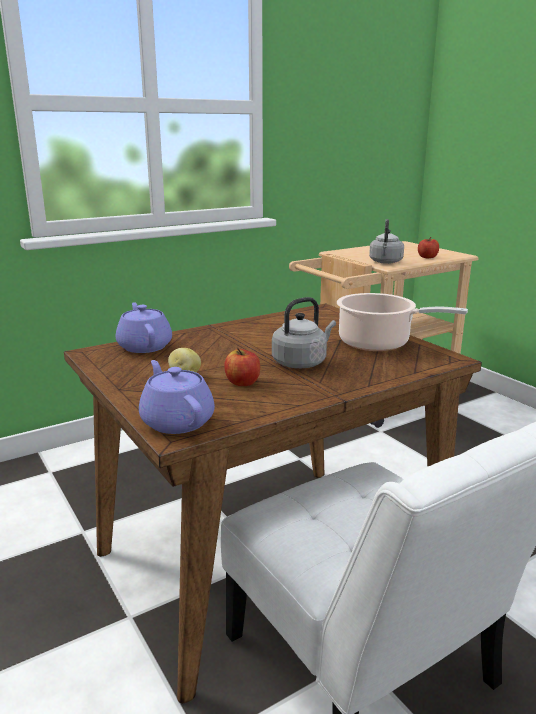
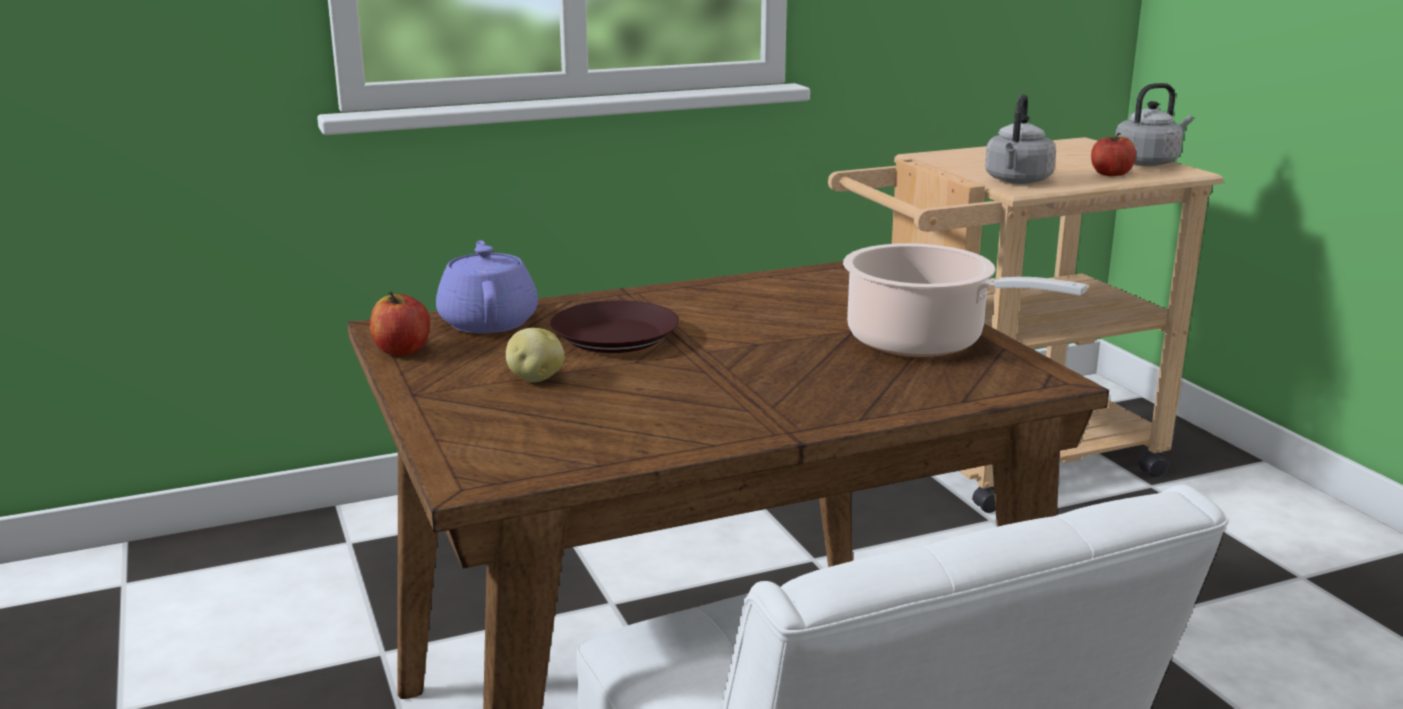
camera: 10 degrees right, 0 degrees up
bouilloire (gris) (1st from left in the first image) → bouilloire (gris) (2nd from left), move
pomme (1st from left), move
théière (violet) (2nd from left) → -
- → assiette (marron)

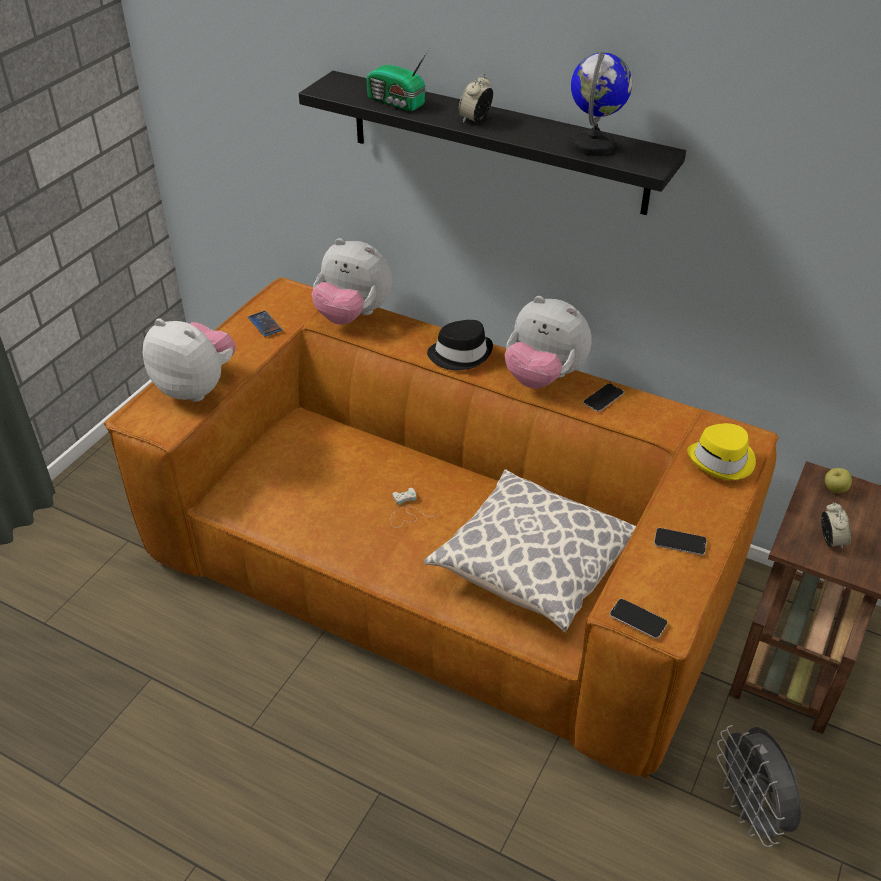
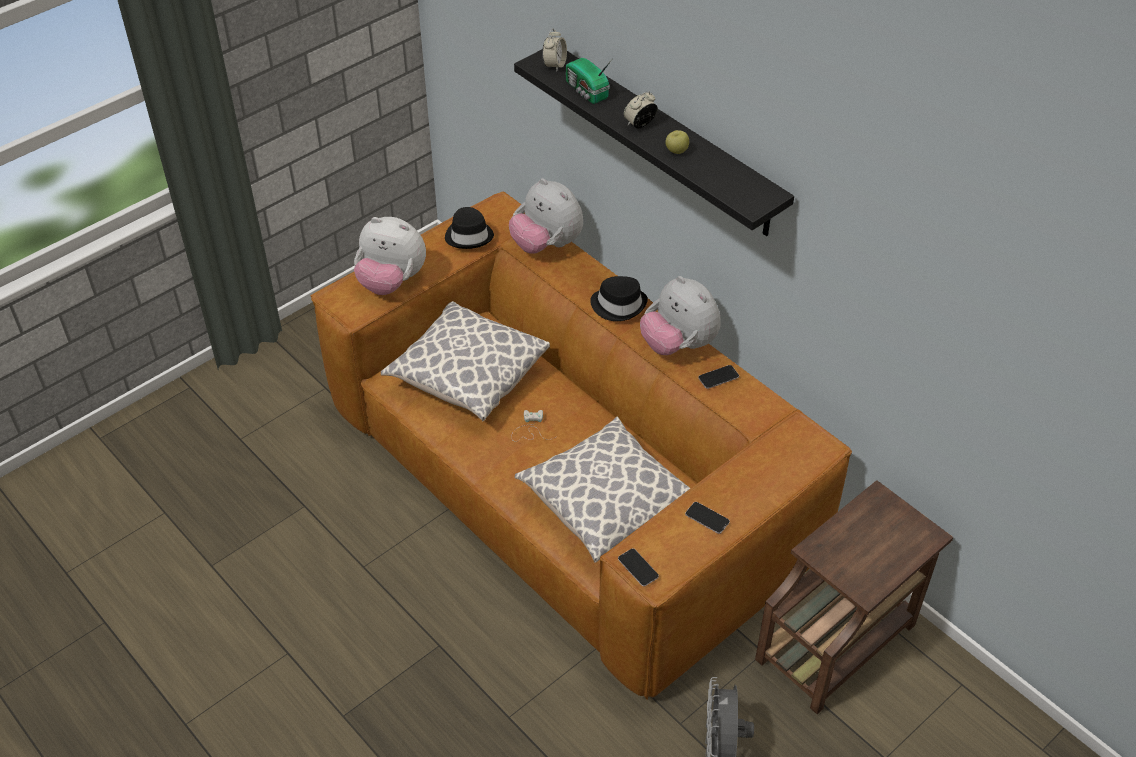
camera: 20 degrees right, 5 degrees up
globe → -
téléphone (1st from left) → chapeau (noir) (1st from left)
peluche (1st from left), 150 degrees clockwise
chapeau (jaune) → -
pomme, move
réveil (2nd from left in the first image) → réveil (1st from left), move
- → coussin (1st from left)

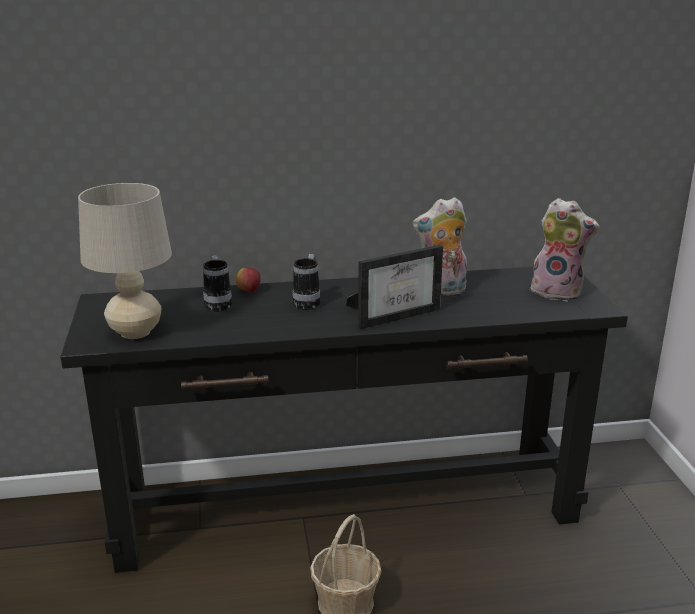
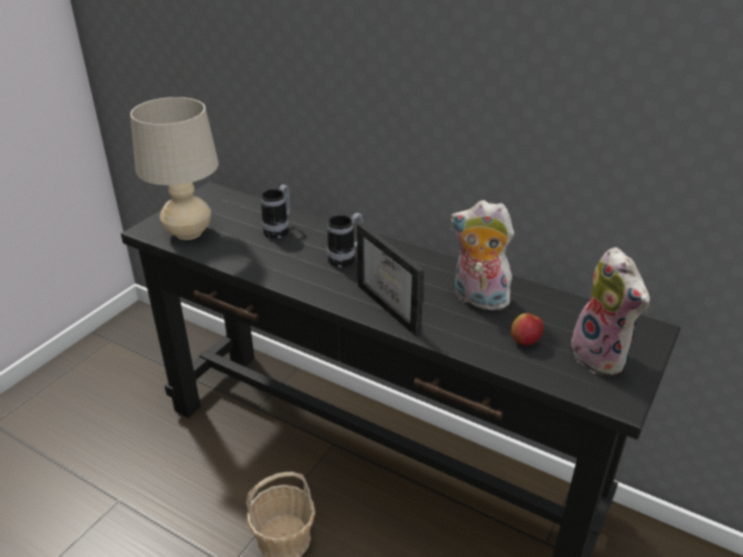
camera: 40 degrees right, 10 degrees up
cadre photo, 45 degrees clockwise
pomme, move

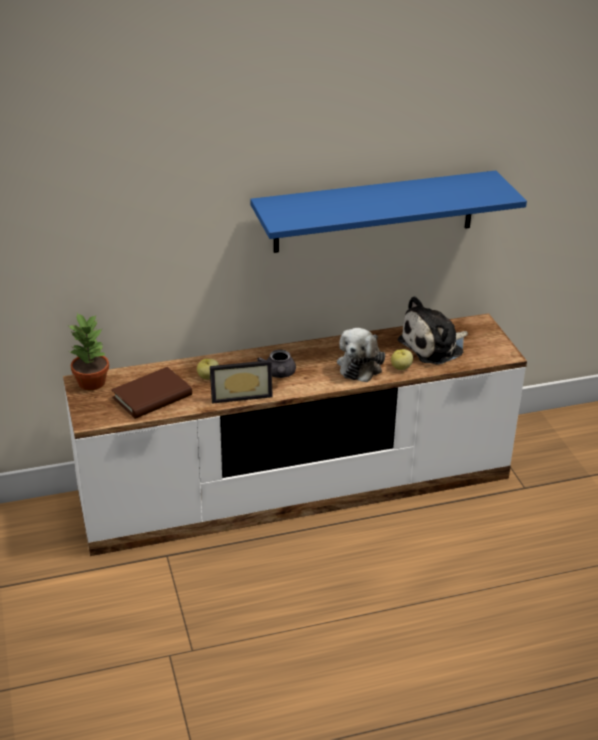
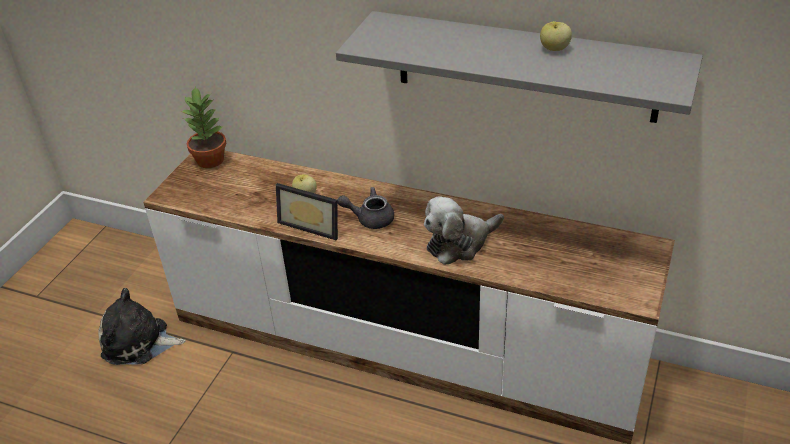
camera: 40 degrees right, 5 degrees up
étagère (bleu) → étagère (gris)
peluche (2nd from left in the first image) → peluche (1st from left), move
pomme (2nd from left), move
théière (gris), 60 degrees clockwise
livre (marron) → -

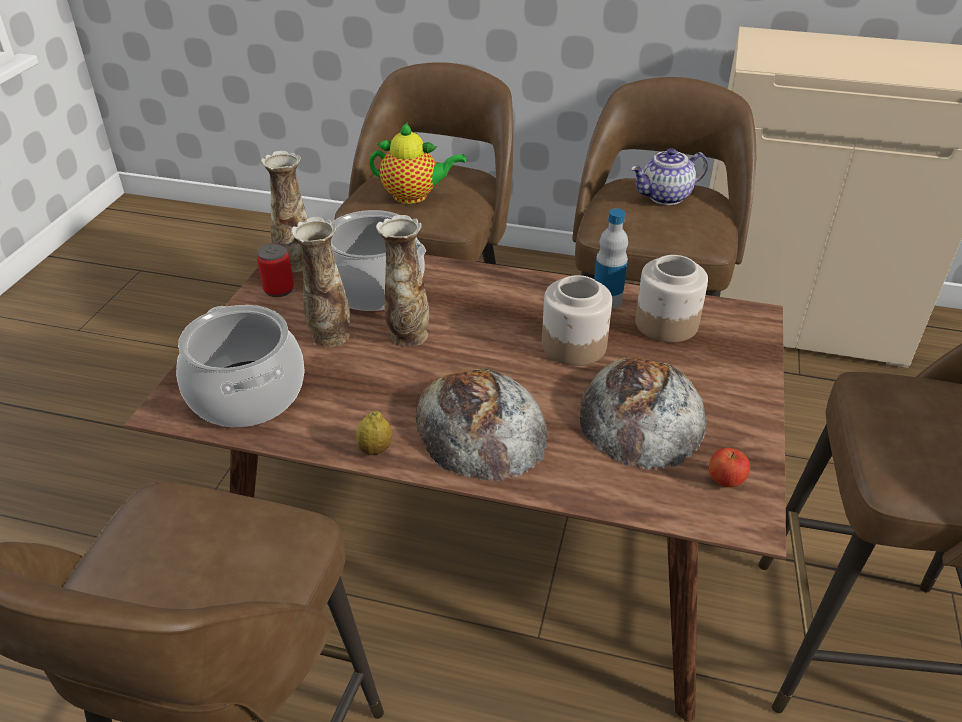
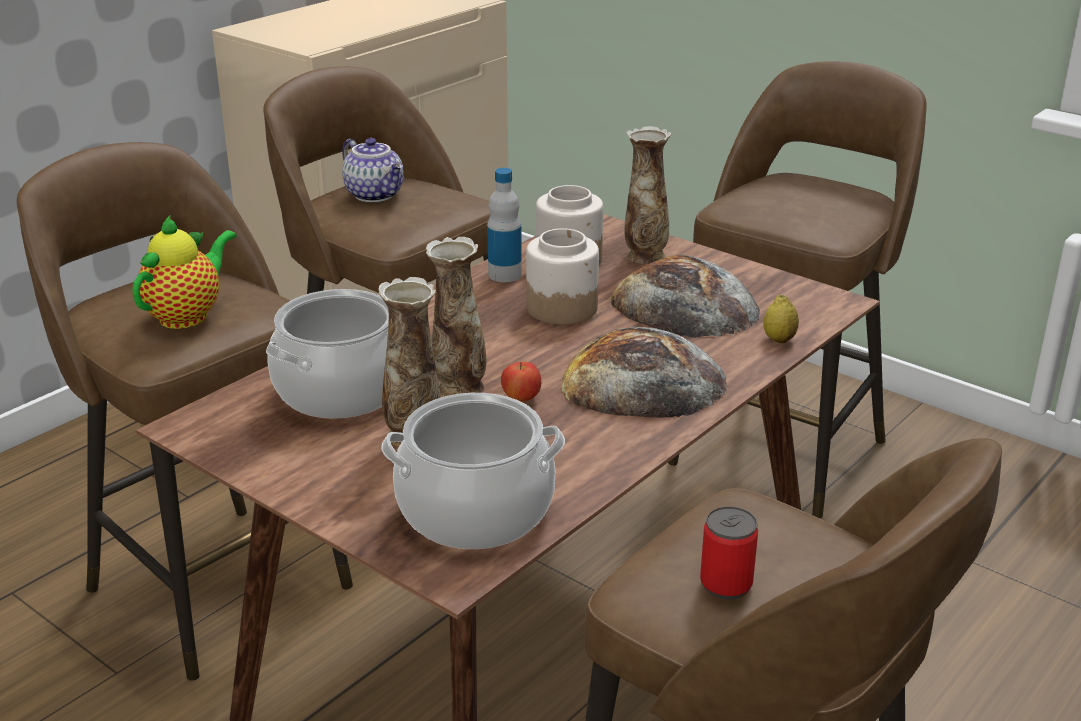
camera: 65 degrees left, 10 degrees down
théière (2nd from left), 45 degrees counterclockwise
vase (1st from left in the first image) → vase (3rd from left), move
boîte métallique, move
citron, move
pomme, move

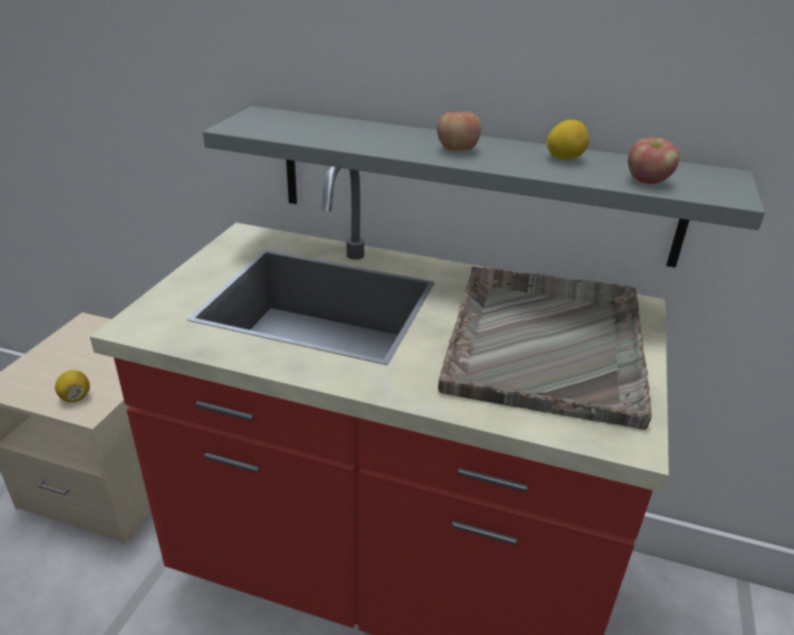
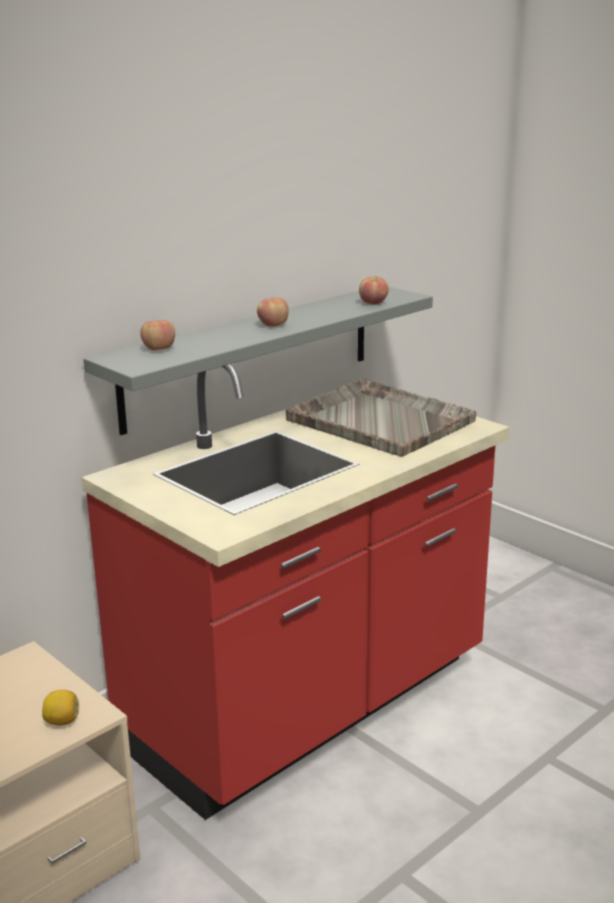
camera: 60 degrees left, 10 degrees down
citron (2nd from left) → -
- → pomme (1st from left)

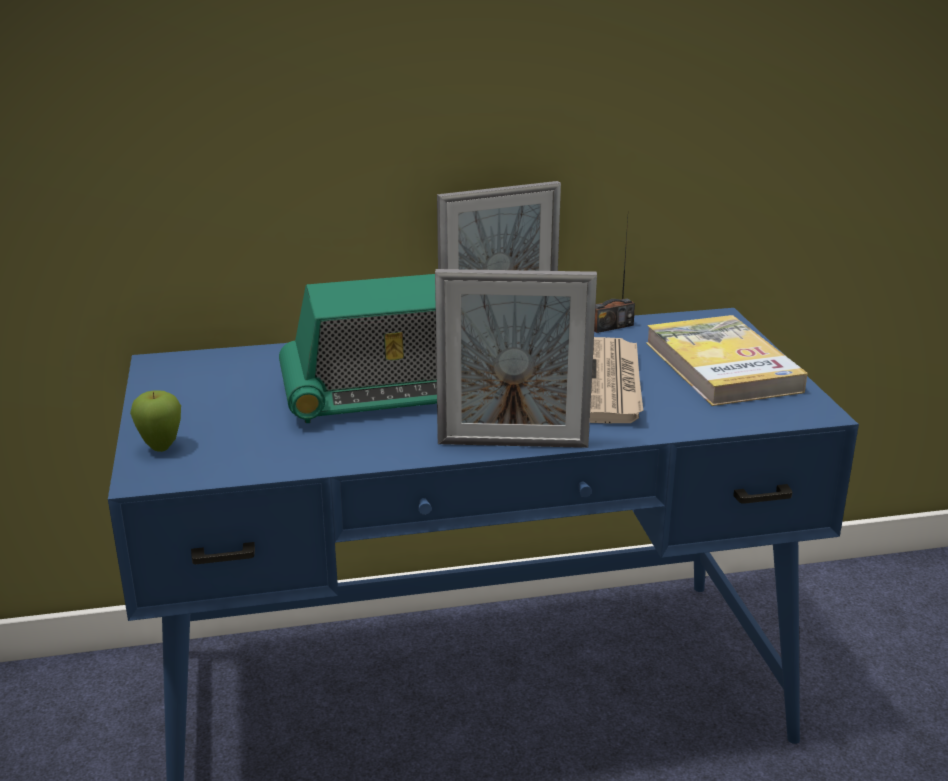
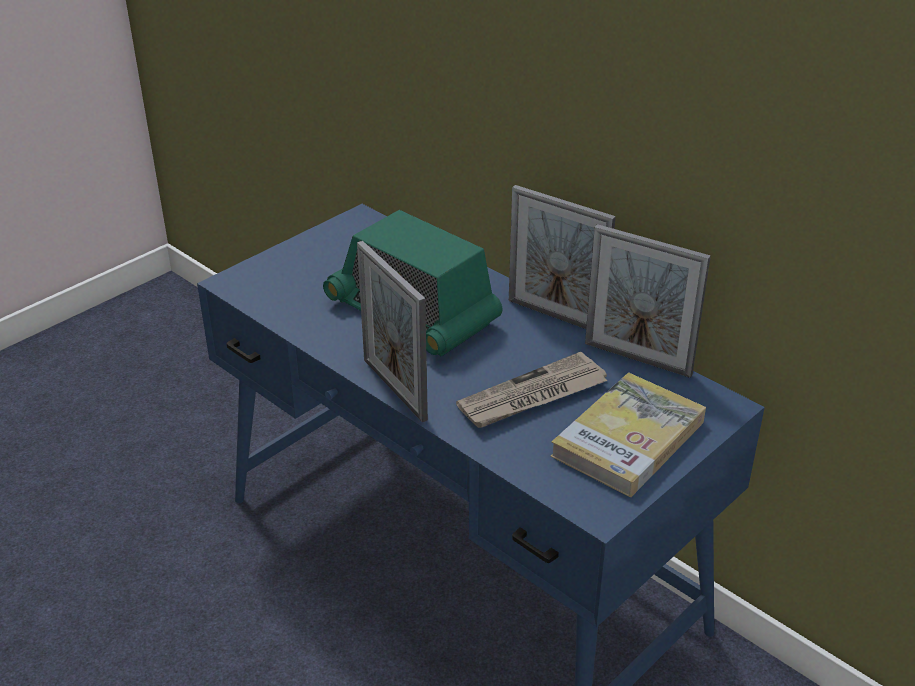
camera: 55 degrees right, 10 degrees up
radio (2nd from left) → cadre photo (3rd from left)
pomme → -

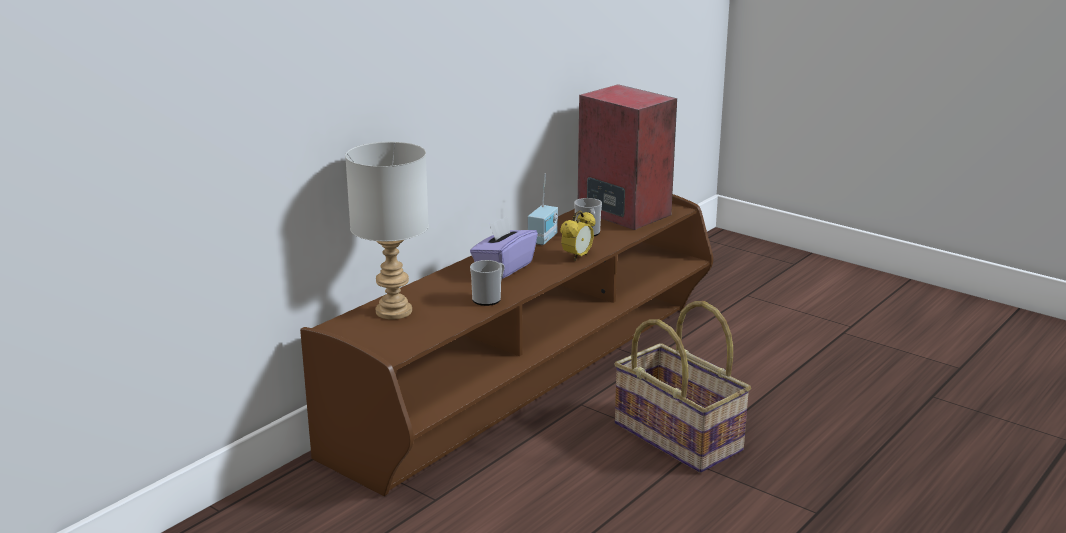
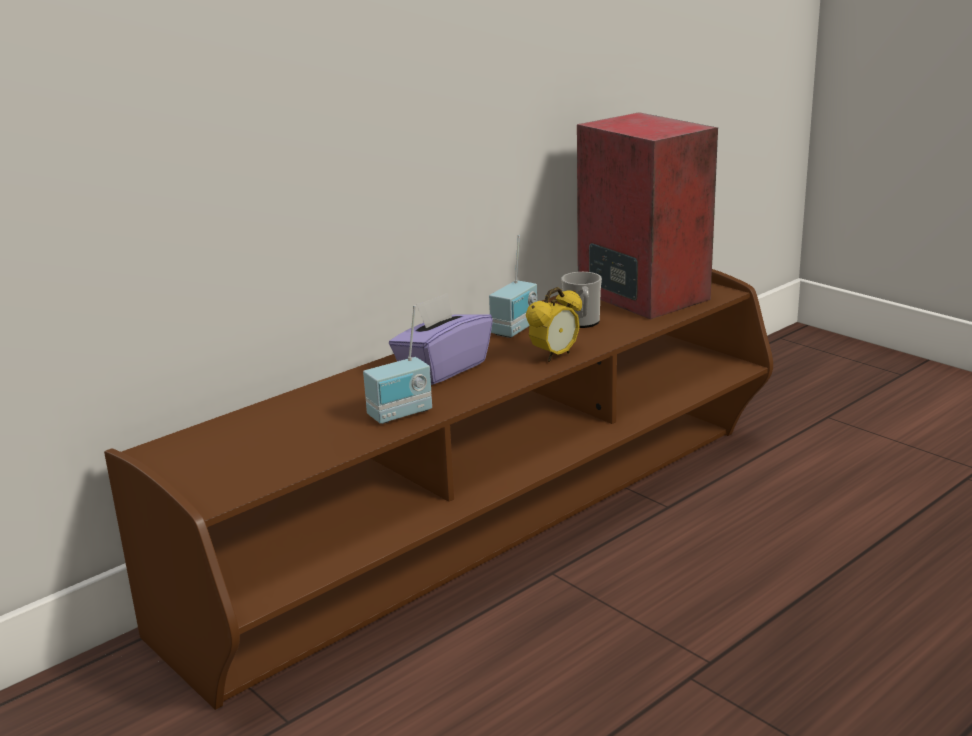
camera: 10 degrees right, 0 degrees up
lampe de table (gris) → -
mug (1st from left) → radio (1st from left)
panier → -

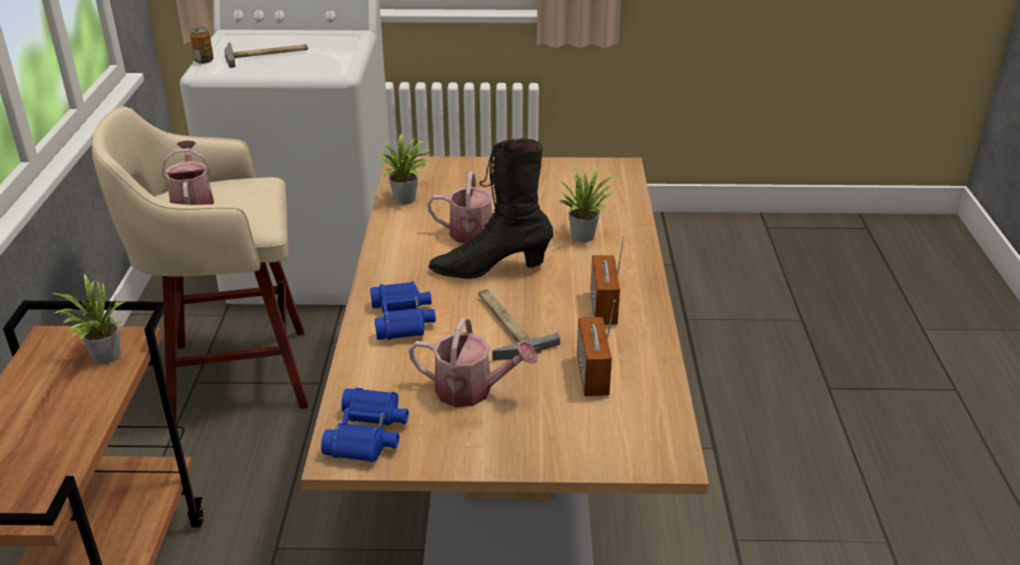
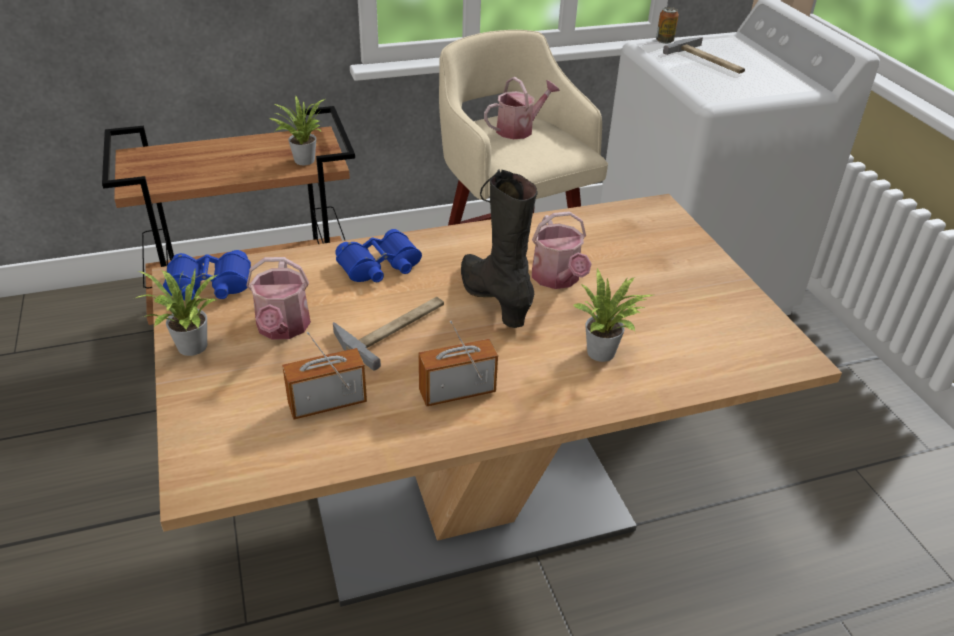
camera: 70 degrees right, 5 degrees up
plante en pot (2nd from left in the first image) → plante en pot (1st from left), move

